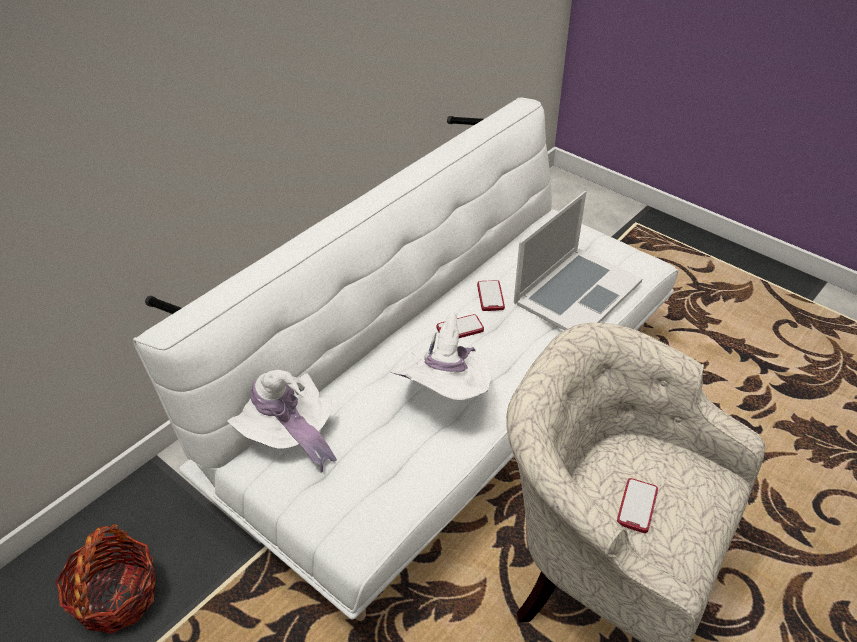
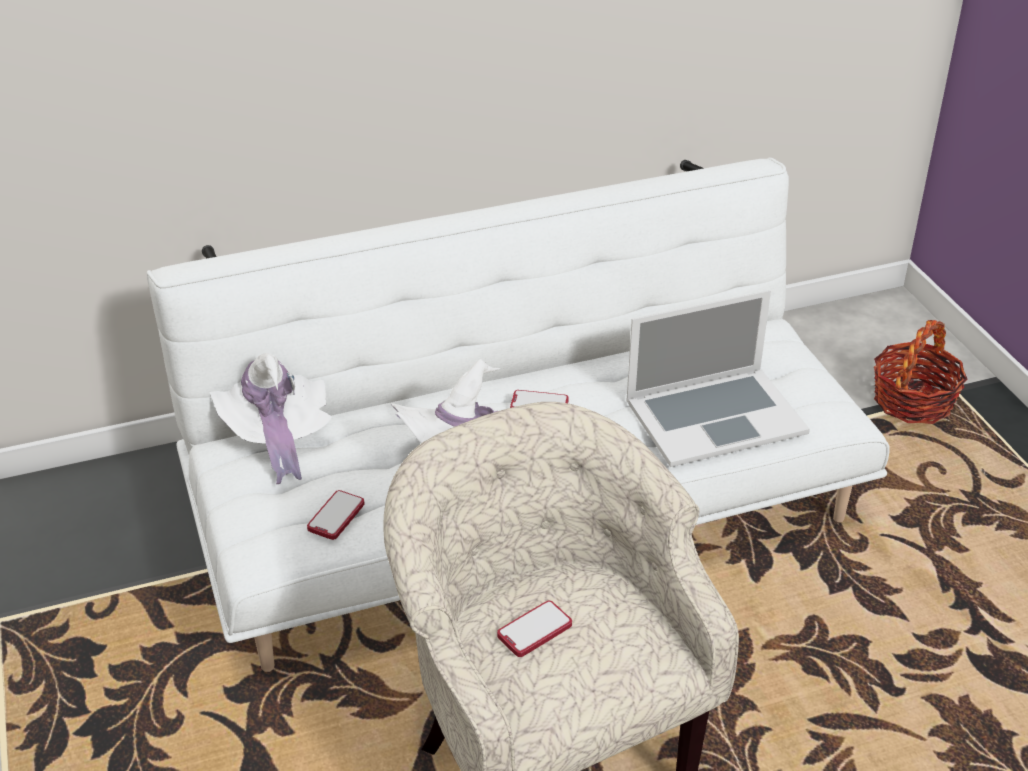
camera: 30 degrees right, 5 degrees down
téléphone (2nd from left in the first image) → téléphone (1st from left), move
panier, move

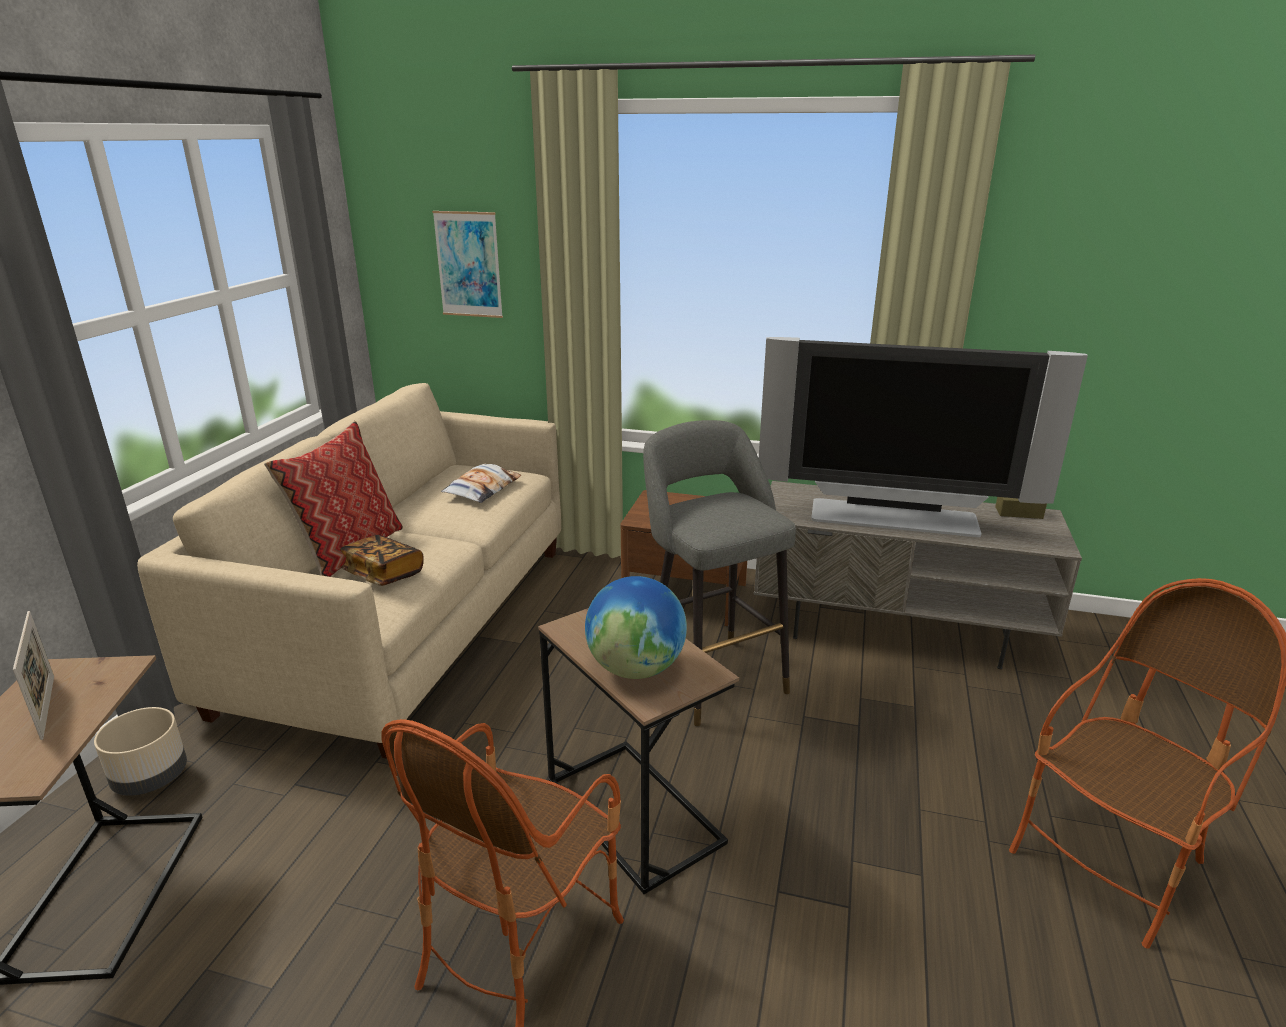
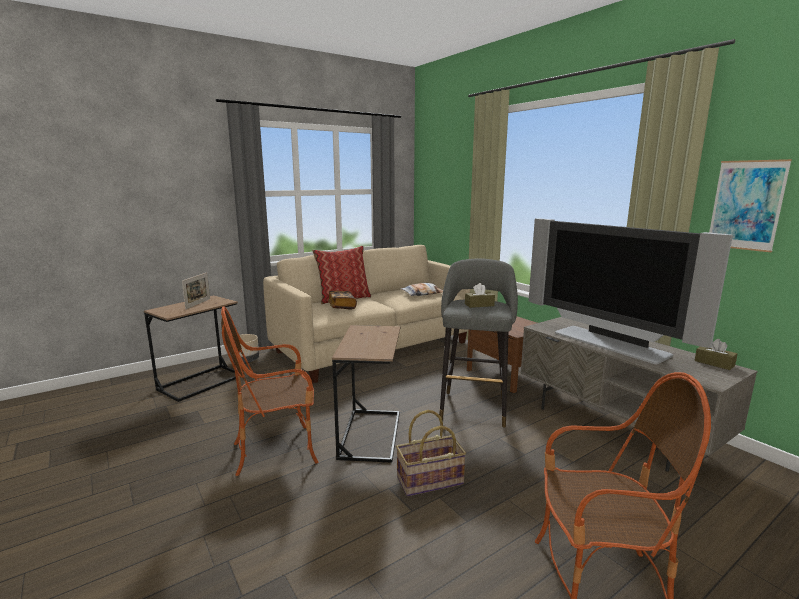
camera: 40 degrees right, 10 degrees down
tableau, move
globe → -
- → boîte à mouchoirs (marron) (1st from left)
- → panier

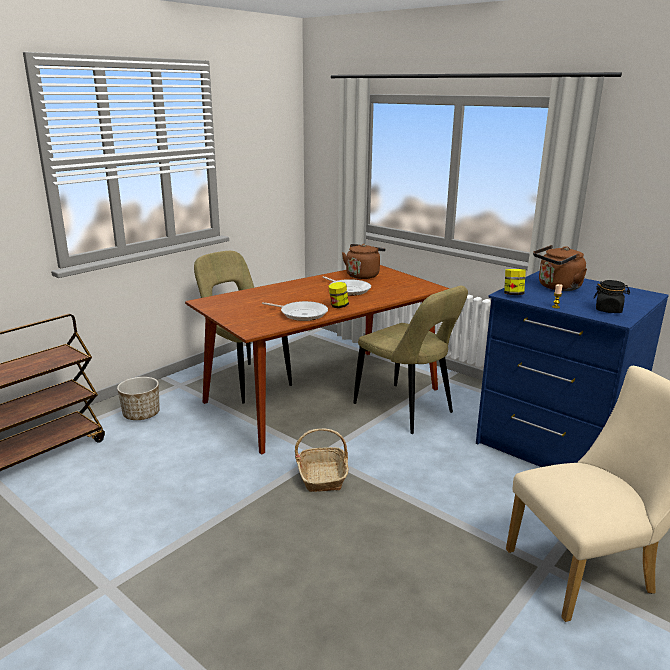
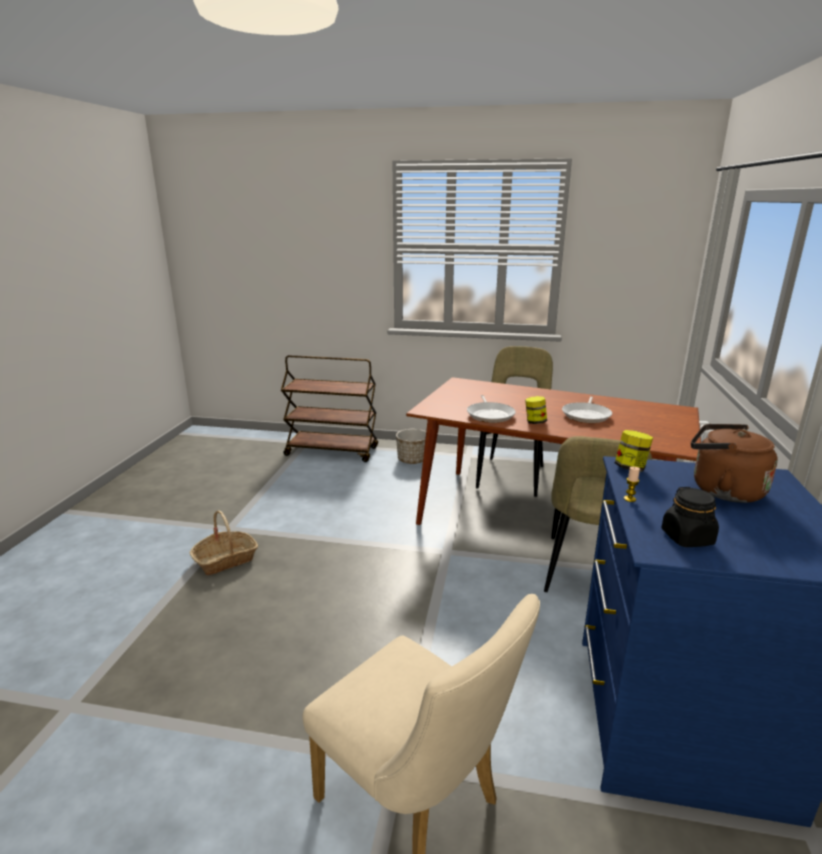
camera: 60 degrees right, 0 degrees up
bouilloire (marron) (1st from left) → -
panier, move

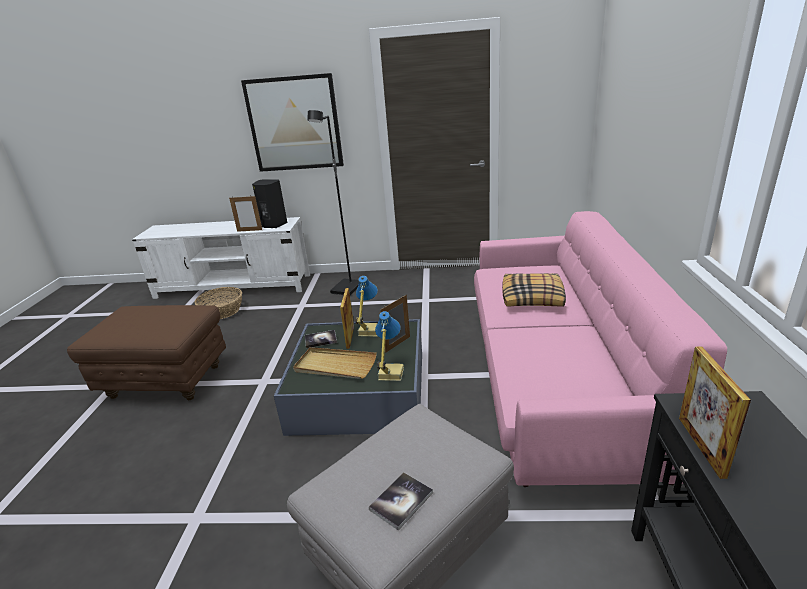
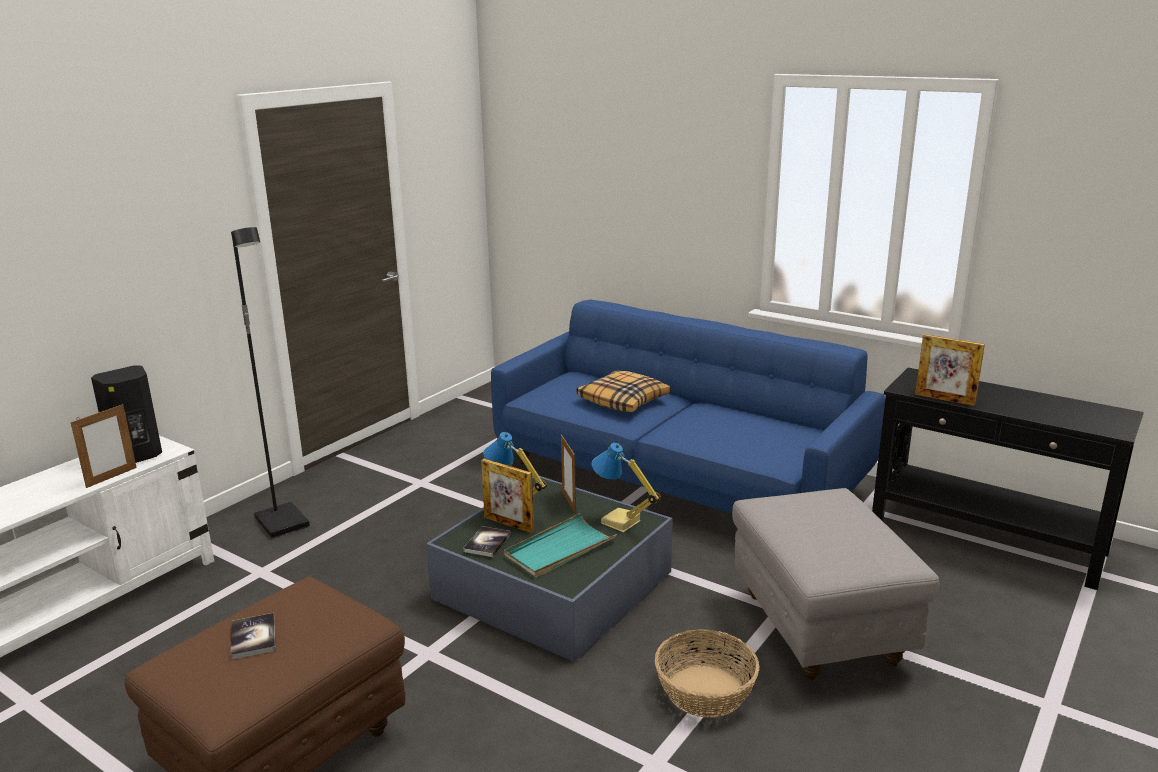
camera: 60 degrees left, 5 degrees down
tableau → -
canapé (rose) → canapé (bleu)
panier, move
plateau (beige) → plateau (turquoise)
livre (2nd from left in the first image) → livre (1st from left), move

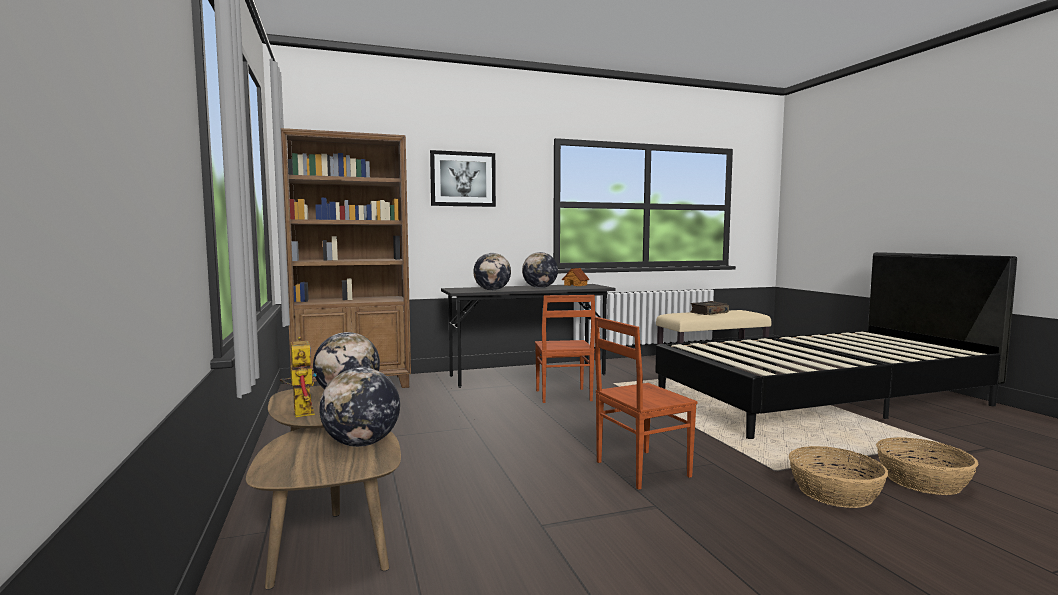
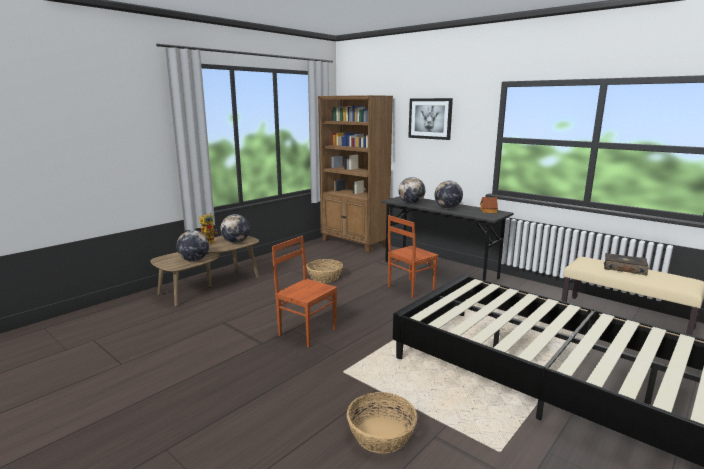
camera: 60 degrees right, 10 degrees up
panier (1st from left), move

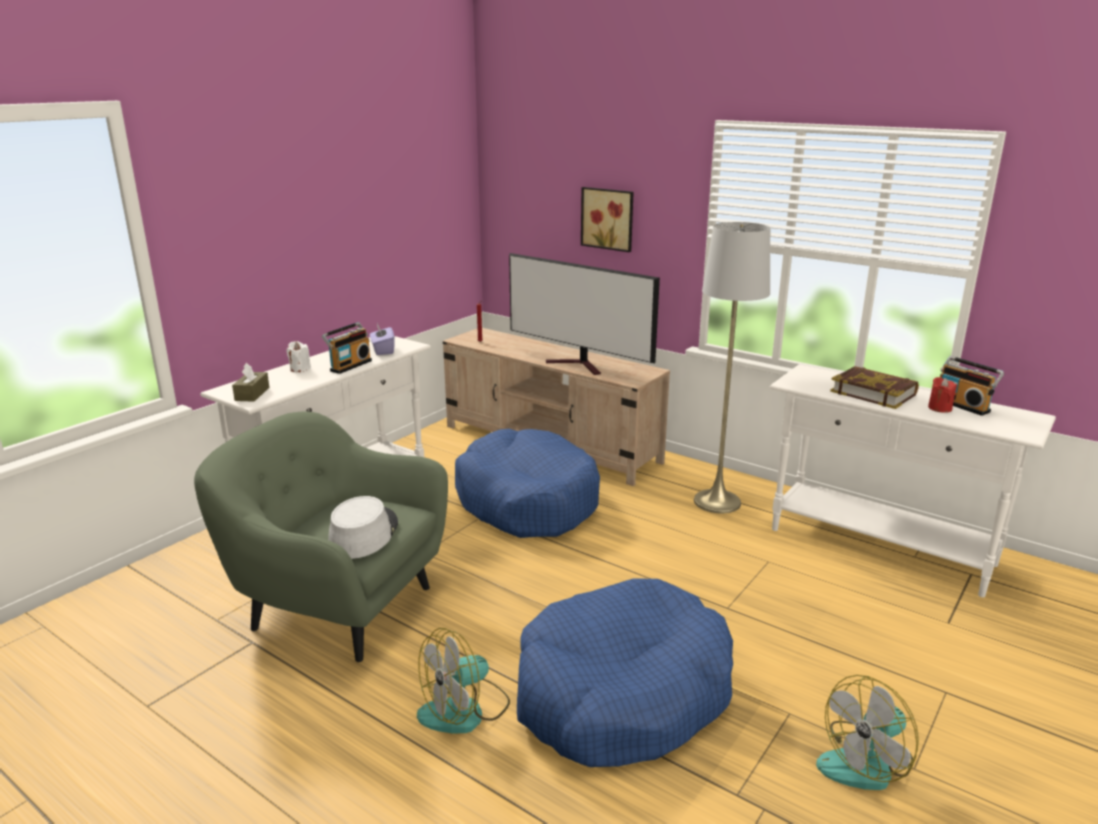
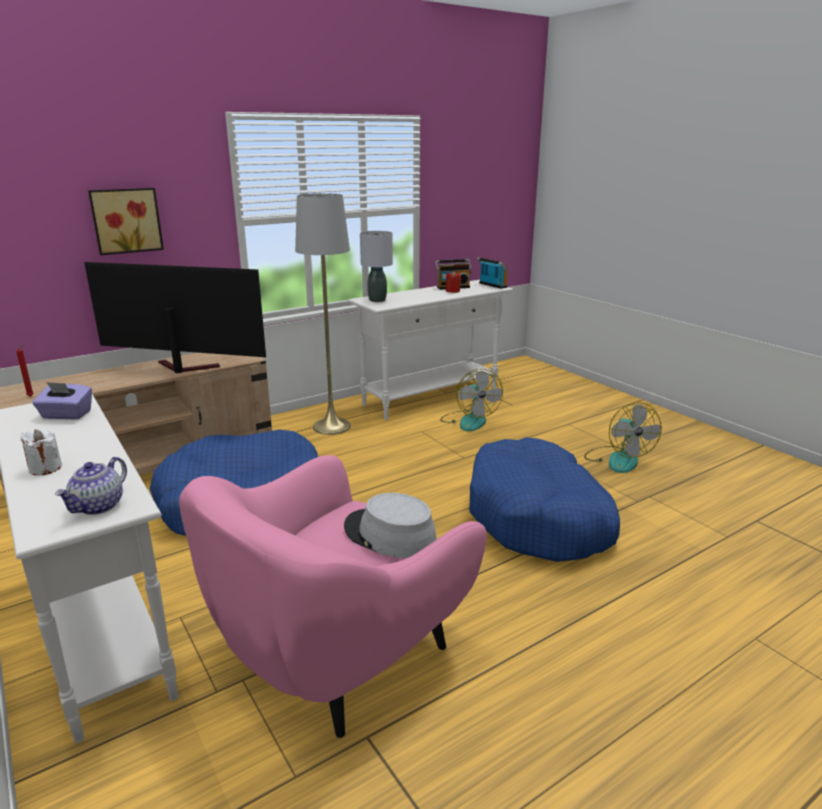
camera: 70 degrees left, 0 degrees up
téléviseur, 135 degrees counterclockwise
radio (1st from left in the first image) → radio (2nd from left), move
boîte à mouchoirs (marron) → théière
livre → -
fauteuil (vert) → fauteuil (rose)
ventilateur (1st from left), move
- → lampe de table (gris)

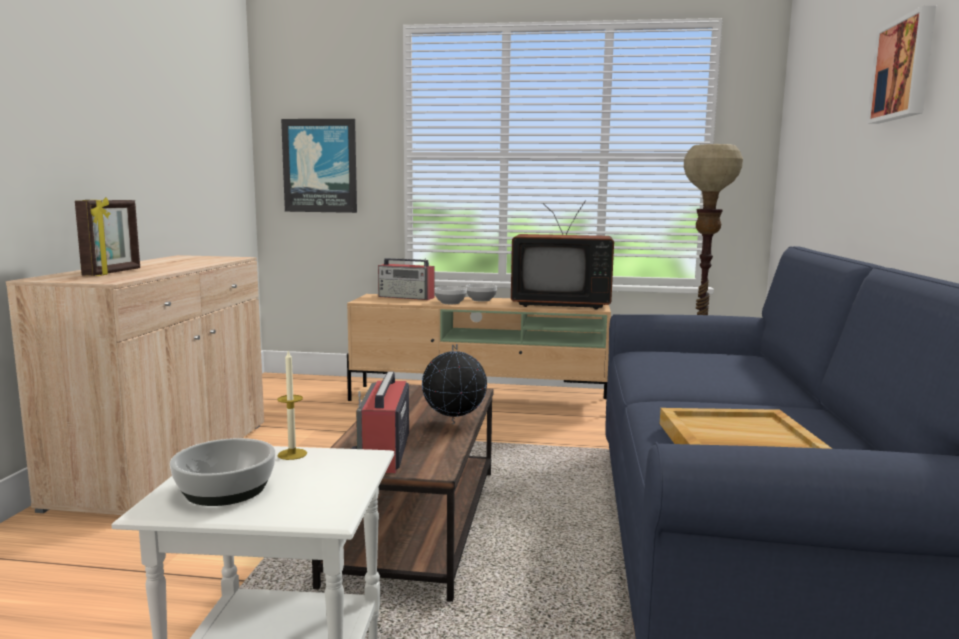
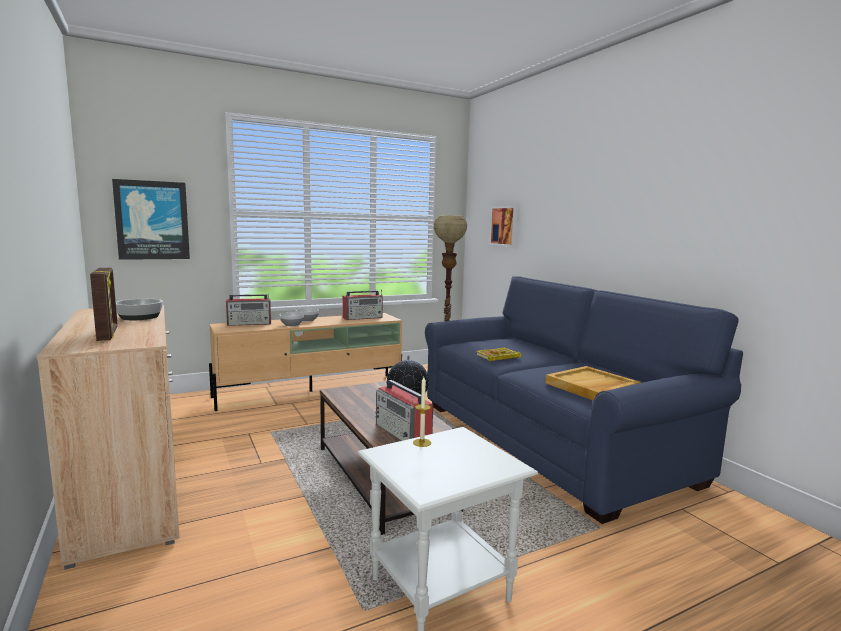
camera: 35 degrees left, 0 degrees up
tableau (2nd from left), move
téléviseur → radio (2nd from left)
bol (1st from left), move
- → livre

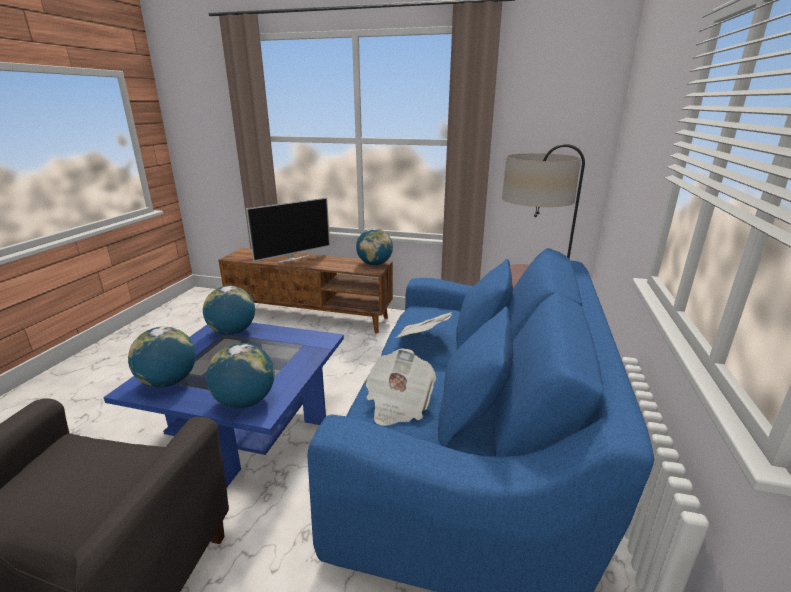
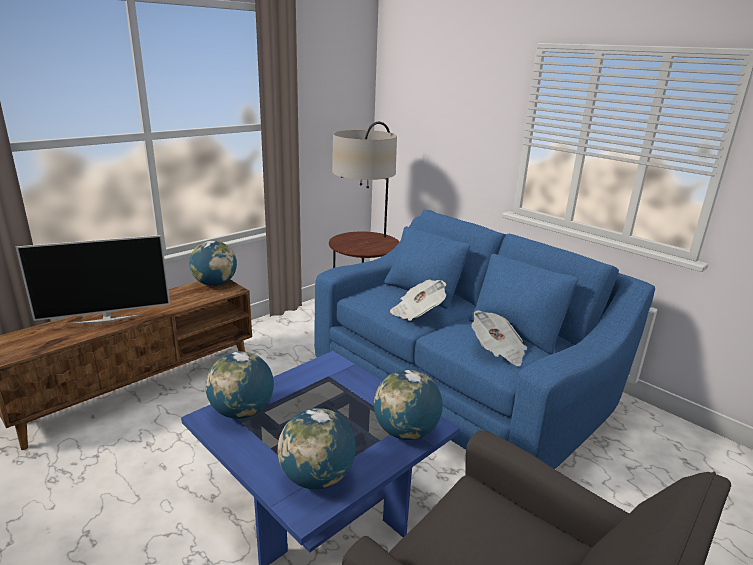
camera: 60 degrees left, 0 degrees up
téléviseur, 75 degrees clockwise

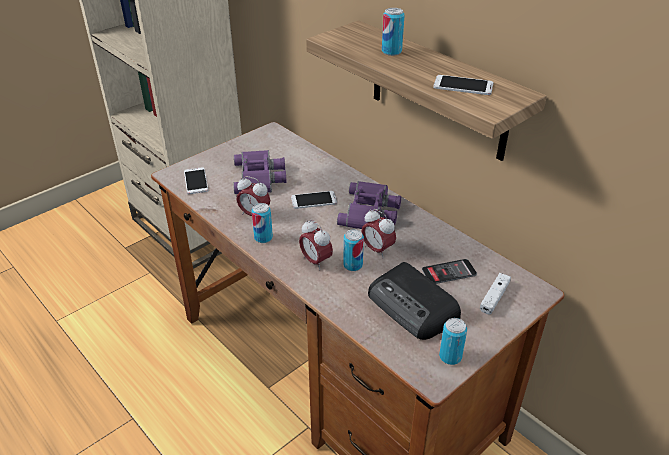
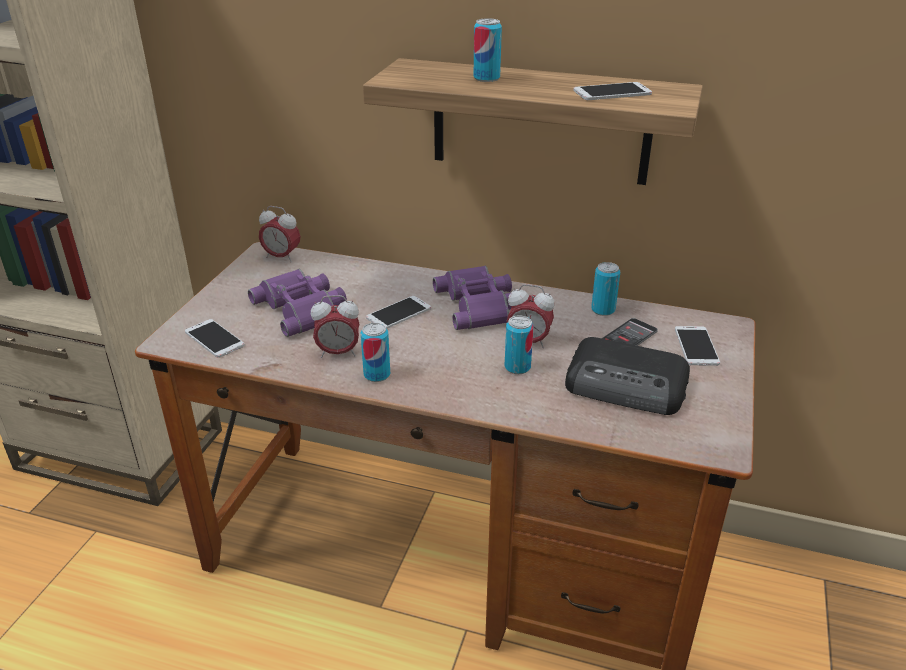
camera: 30 degrees left, 5 degrees down
réveil (2nd from left in the first image) → réveil (1st from left), move
manette (blanc) → téléphone (5th from left)
boîte métallique (4th from left), move

